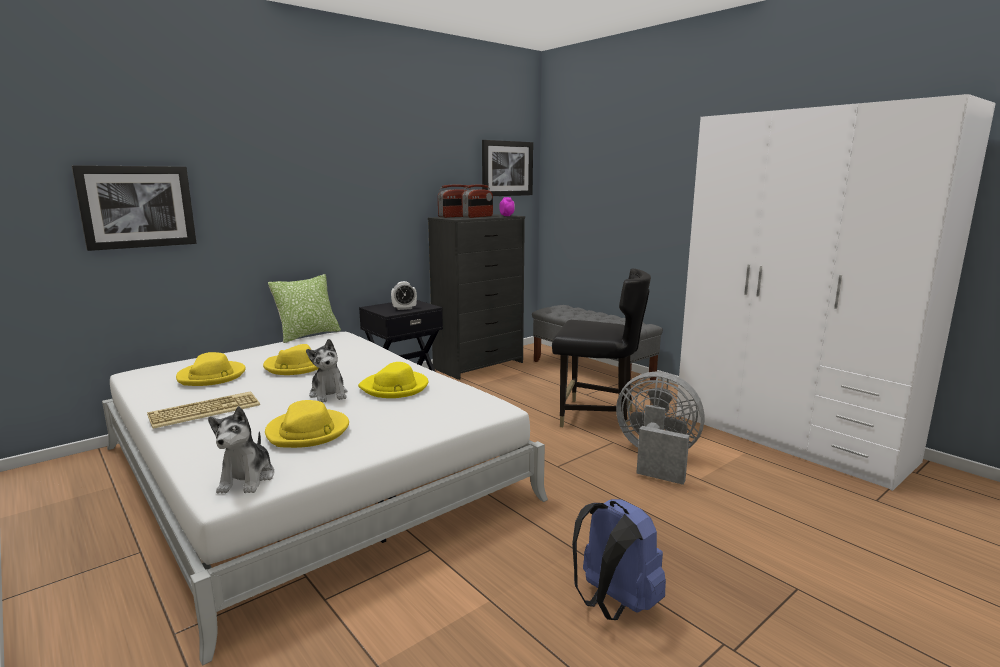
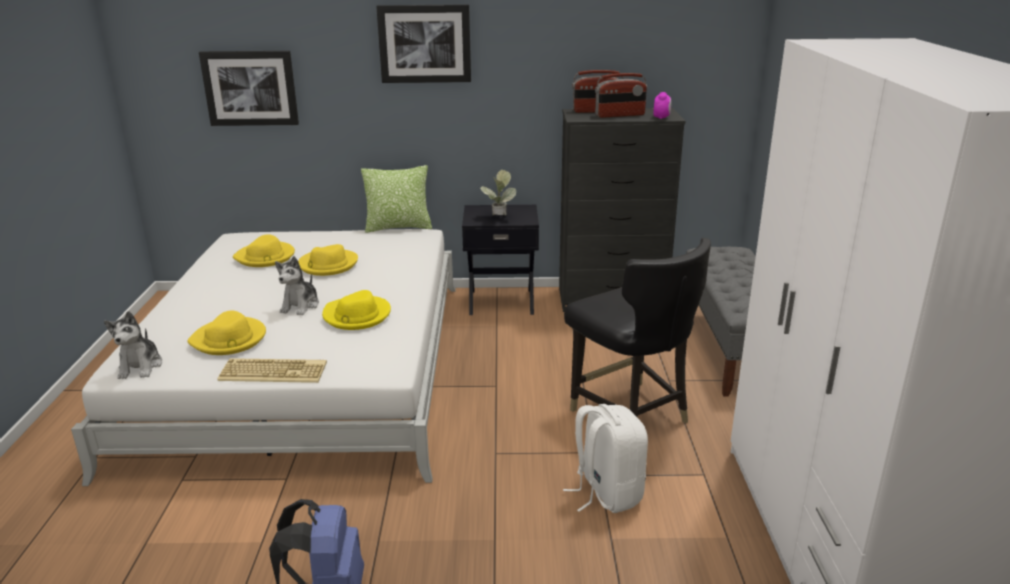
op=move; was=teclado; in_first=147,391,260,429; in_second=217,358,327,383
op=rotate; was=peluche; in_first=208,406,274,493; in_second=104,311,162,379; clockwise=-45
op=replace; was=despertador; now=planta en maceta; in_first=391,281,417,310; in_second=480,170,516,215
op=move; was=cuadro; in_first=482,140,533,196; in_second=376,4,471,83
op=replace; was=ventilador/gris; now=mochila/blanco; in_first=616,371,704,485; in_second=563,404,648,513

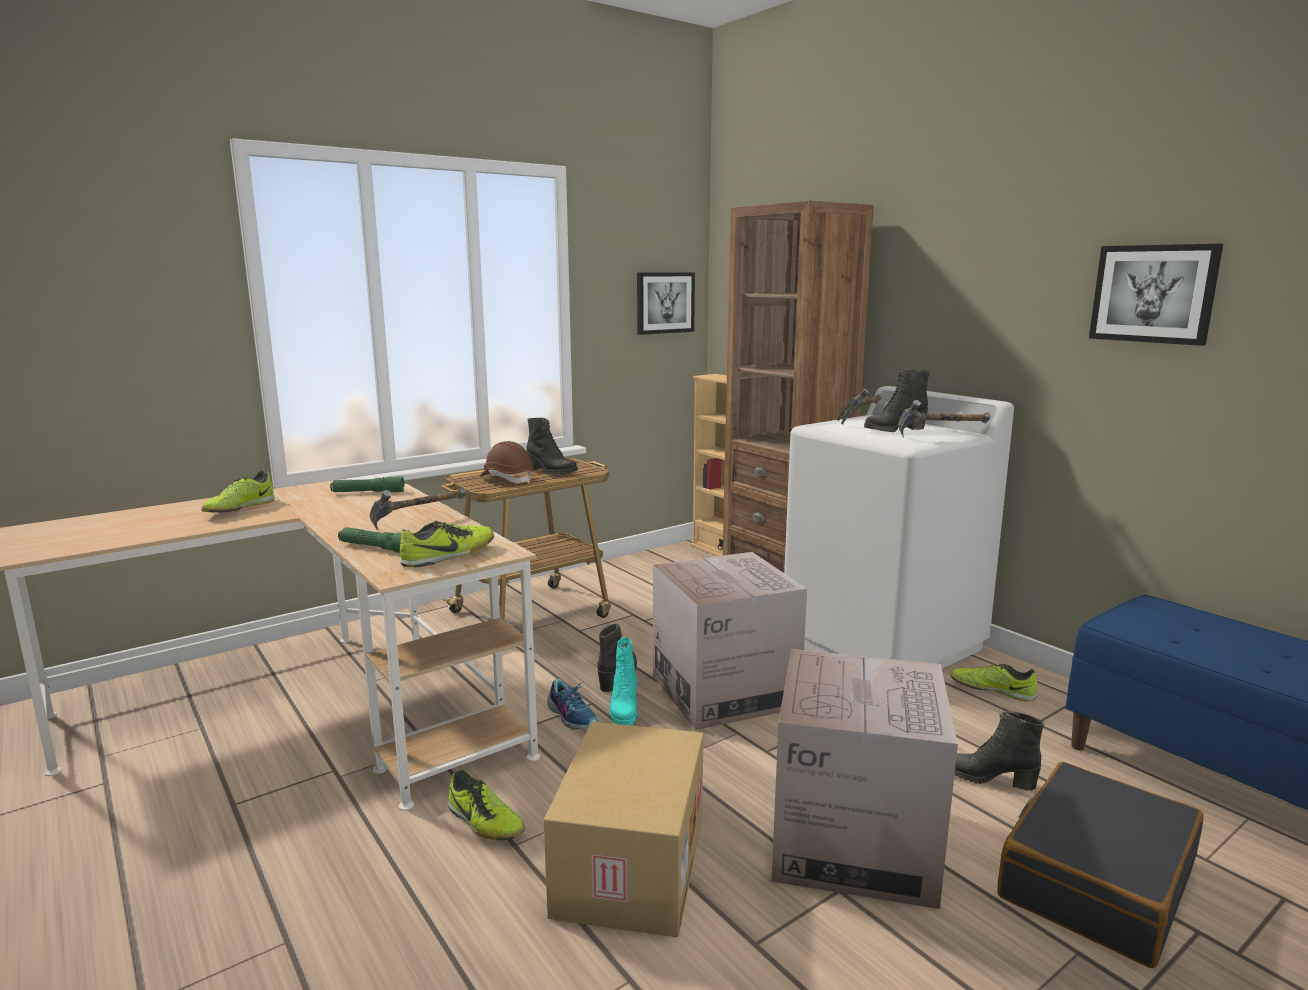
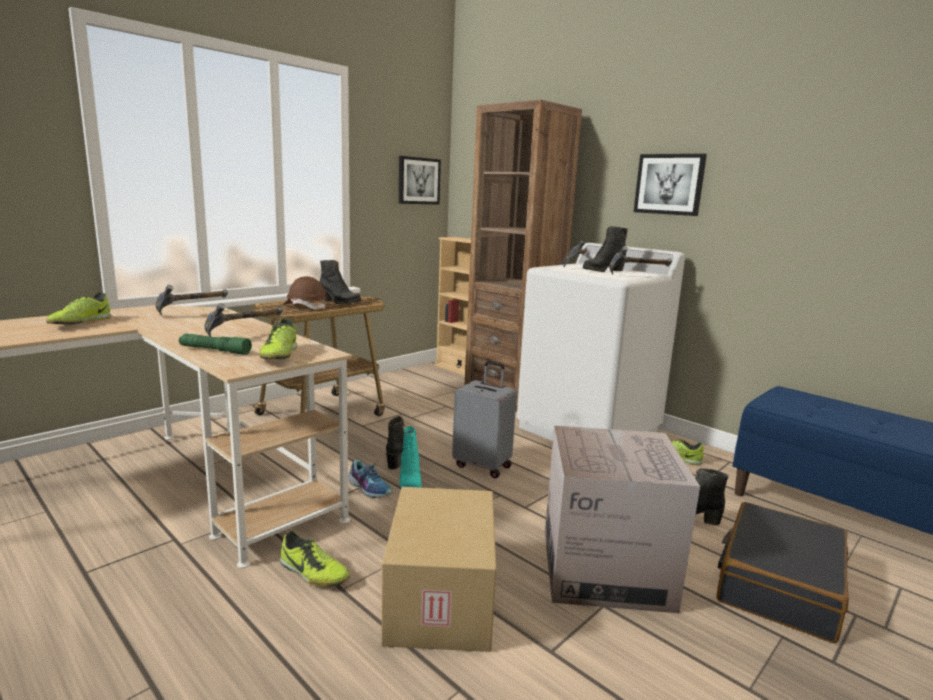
op=replace; was=linterna/verde; now=martillo; in_first=330,476,405,492; in_second=156,285,228,316
op=rotate; was=zapato; in_first=400,520,494,568; in_second=259,318,297,359; clockwise=135
op=replace; was=caja de cartón; now=maleta/gris; in_first=653,552,807,730; in_second=452,361,517,478
op=move; was=cuadro; in_first=1089,244,1223,346; in_second=634,154,707,216

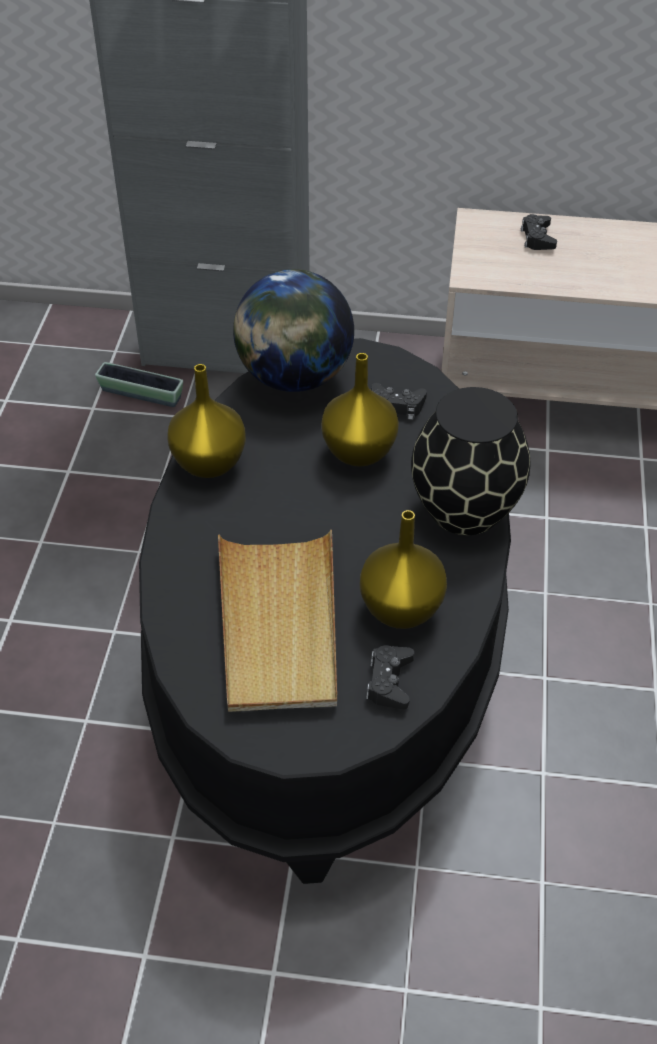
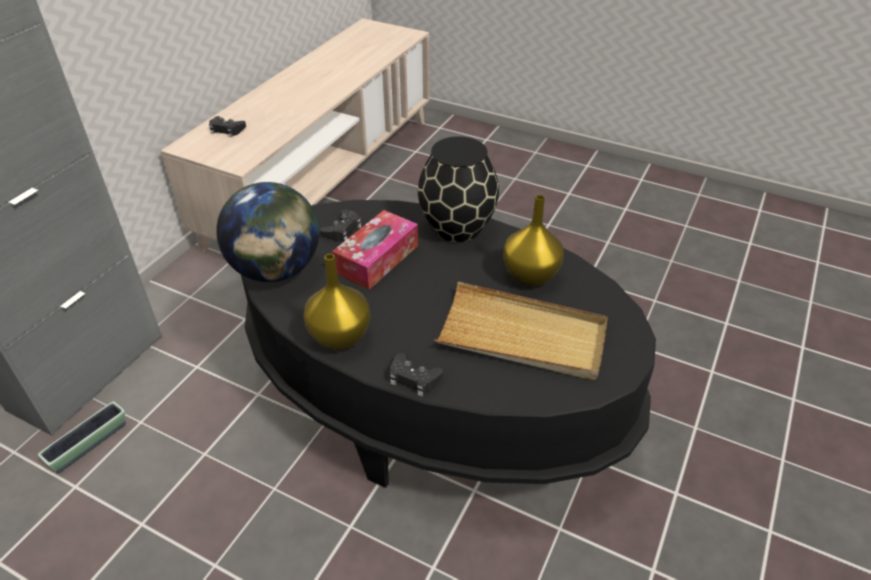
op=replace; was=florero/amarillo; now=caja de pañuelos; in_first=321,353,399,467; in_second=332,210,418,290
op=move; was=mando de consola/negro; in_first=366,645,414,710; in_second=390,353,443,396

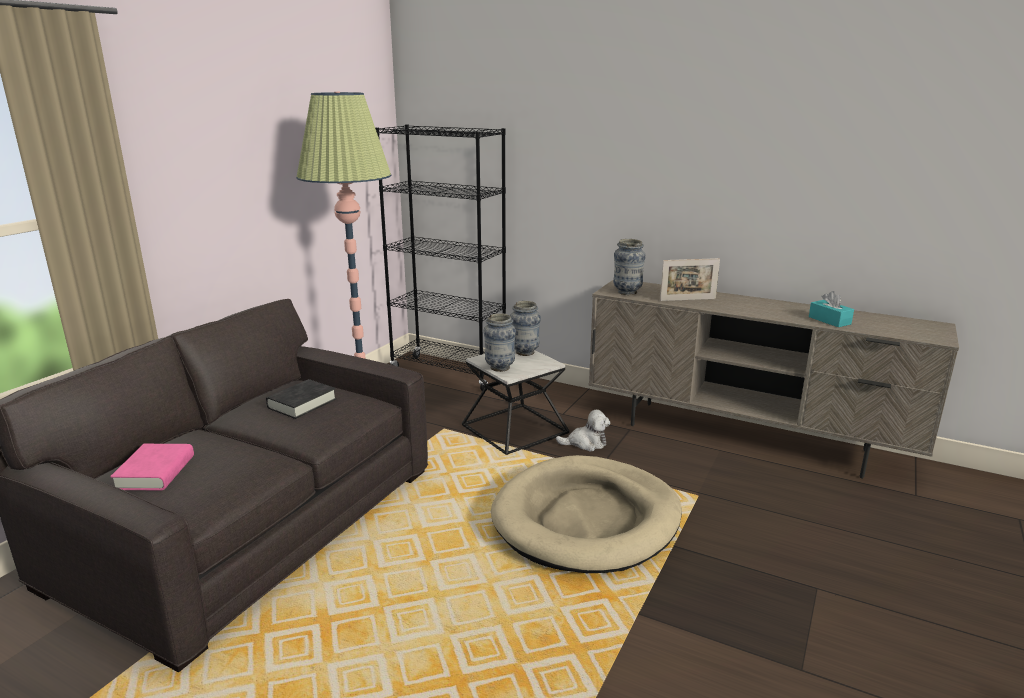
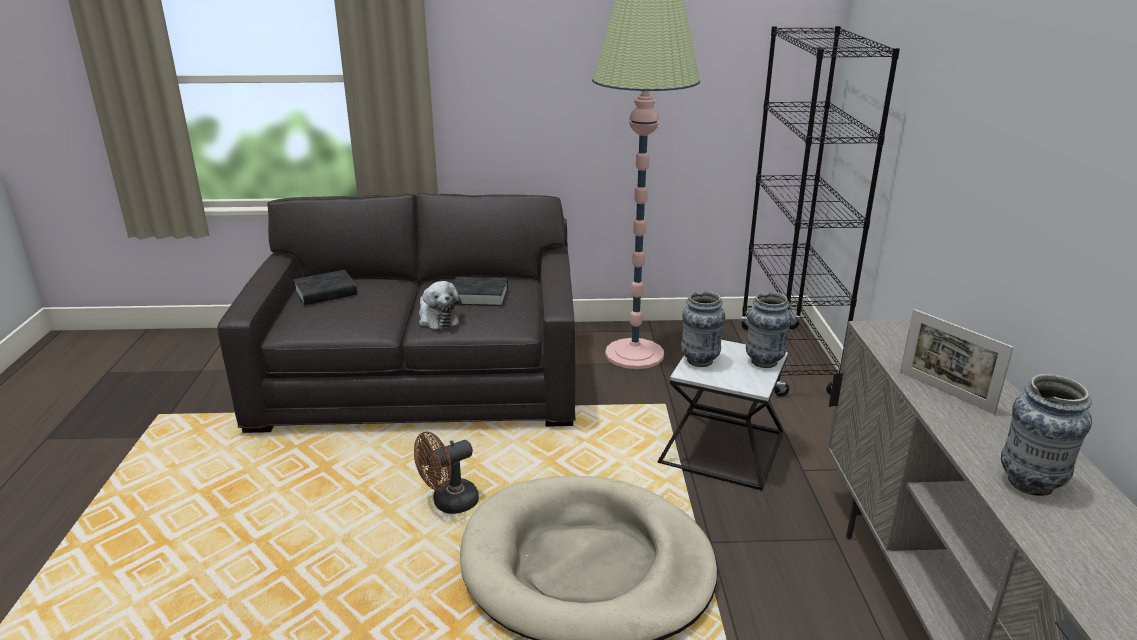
op=recolor; was=libro/rosa; now=libro/negro; in_first=110,444,194,490; in_second=293,270,357,305
op=move; was=peluche; in_first=556,409,610,451; in_second=419,281,462,329
op=move; was=florero; in_first=613,239,646,295; in_second=1001,374,1092,496
op=delete; was=caja de pañuelos/turquesa; in_first=809,291,854,327
op=insert; now=ventilador/marrón; in_second=414,432,479,514

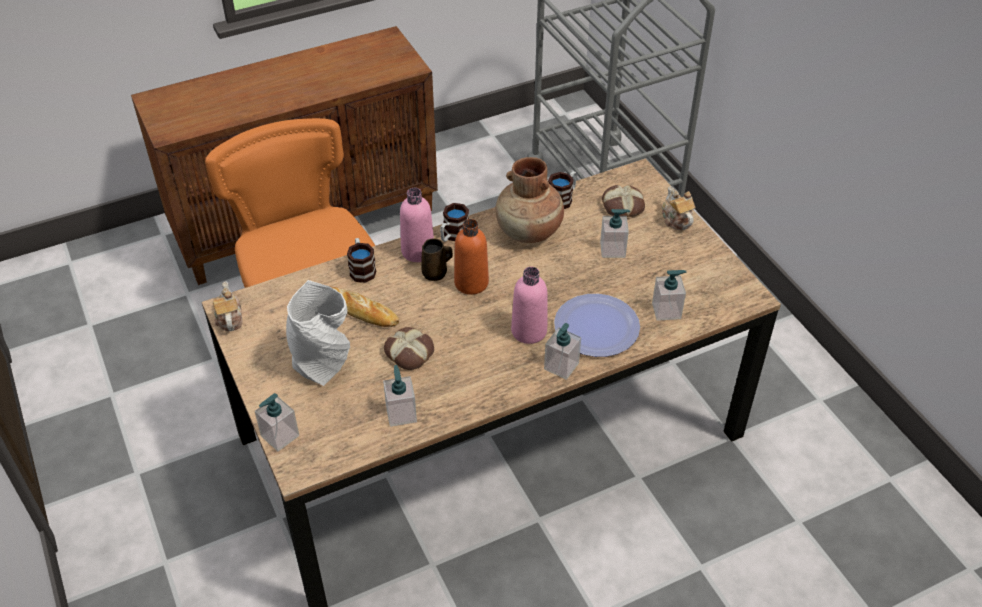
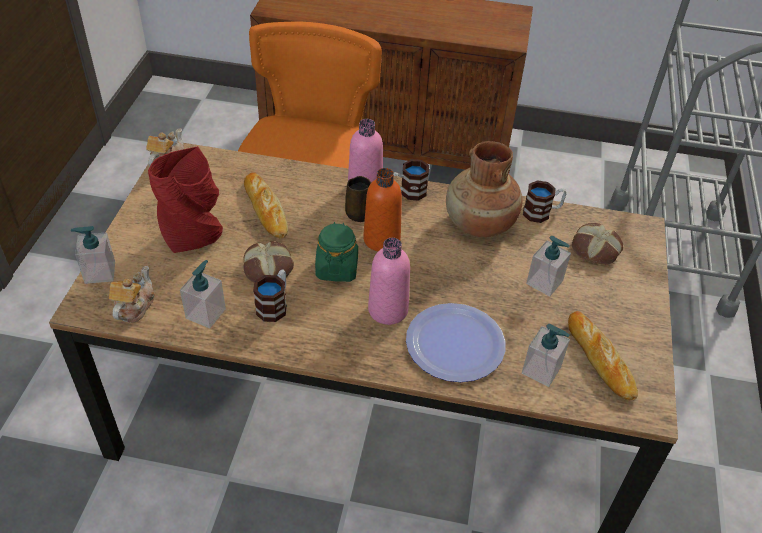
op=recolor; was=florero/gris; now=florero/rojo; in_first=286,280,350,386; in_second=148,146,223,253
op=move; was=taza grande; in_first=347,238,376,283; in_second=253,269,287,322
op=delete; was=dispensador de jabón; in_first=544,323,581,380
op=move; was=tetera; in_first=662,186,696,230; in_second=109,266,155,323
op=insert; now=tarro/verde; in_second=315,222,358,282
op=insert; now=pan; in_second=568,311,638,401

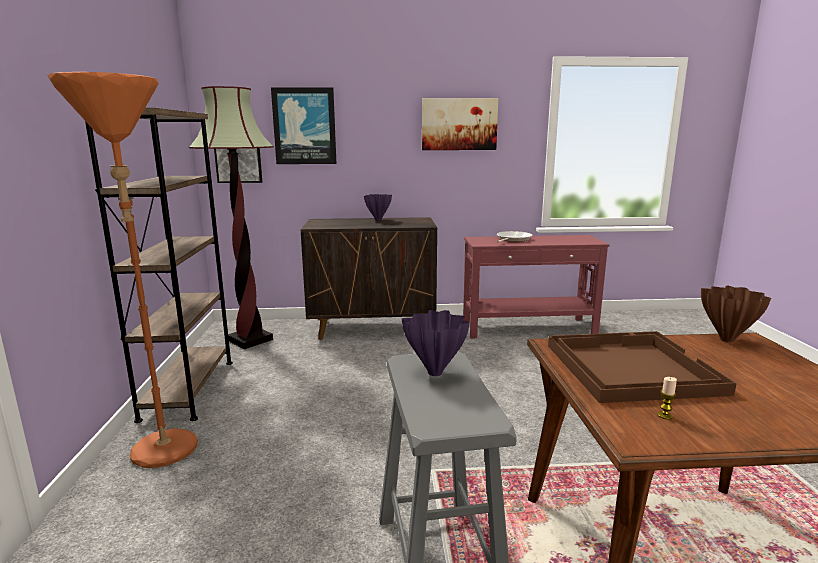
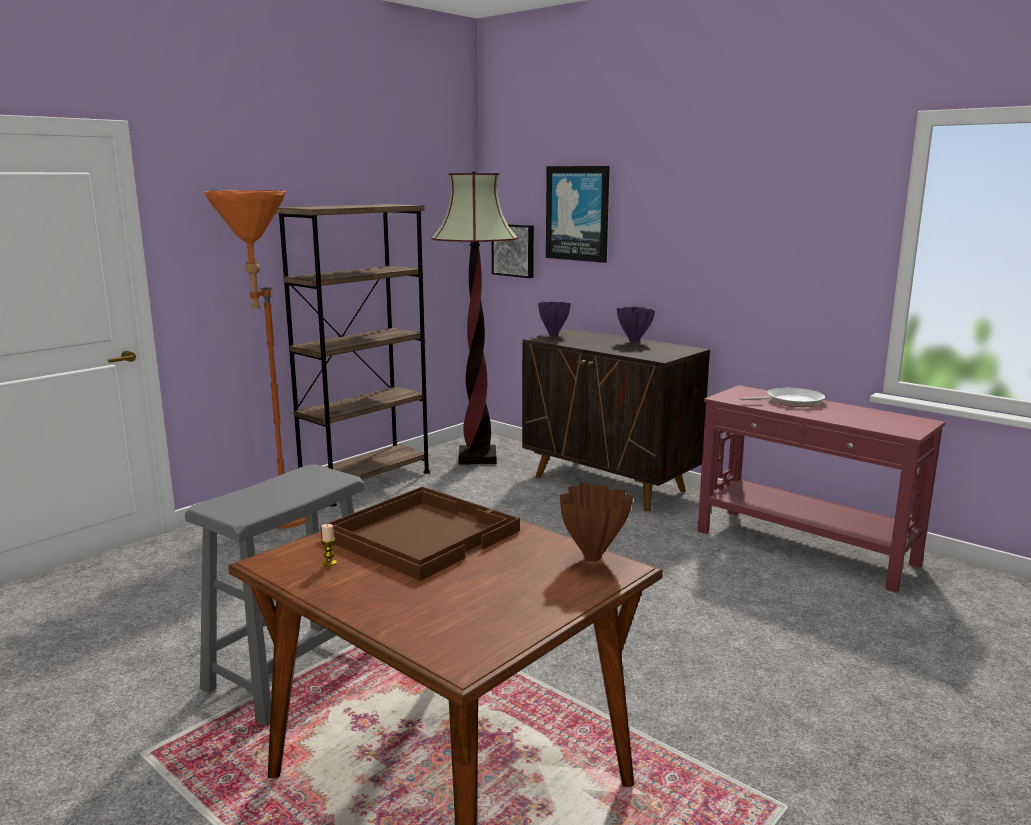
op=move; was=florero/morado; in_first=402,310,470,376; in_second=538,302,571,336
op=delete; was=cuadro; in_first=422,98,498,150

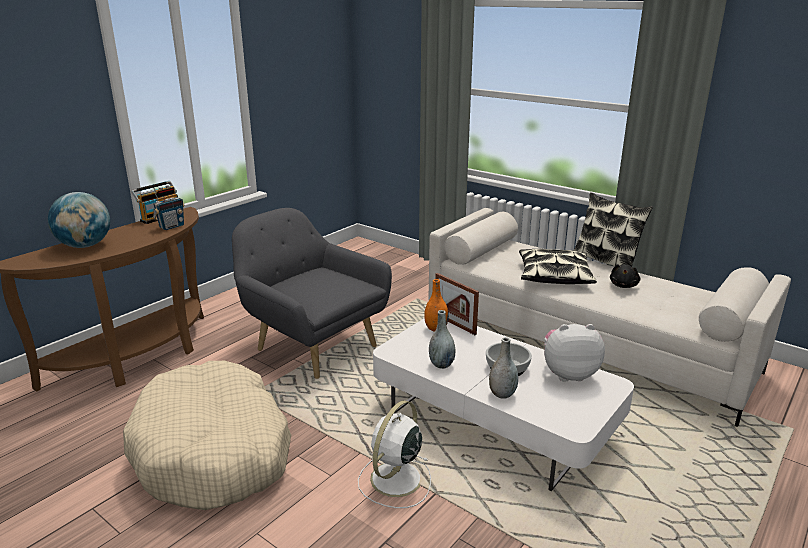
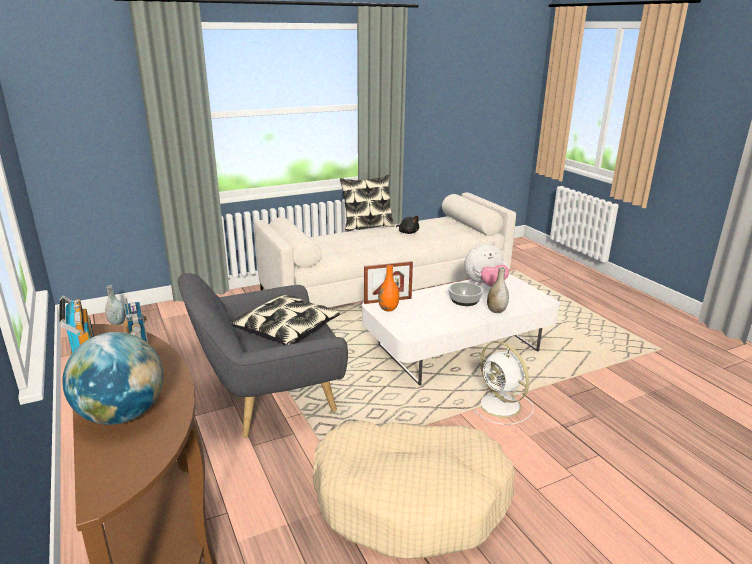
op=move; was=florero/gris; in_first=429,310,456,369; in_second=105,285,126,325
op=move; was=cojín; in_first=519,249,597,284; in_second=231,294,340,345
op=rotate; was=peluche; in_first=544,324,605,382; in_second=464,242,509,287; clockwise=-135

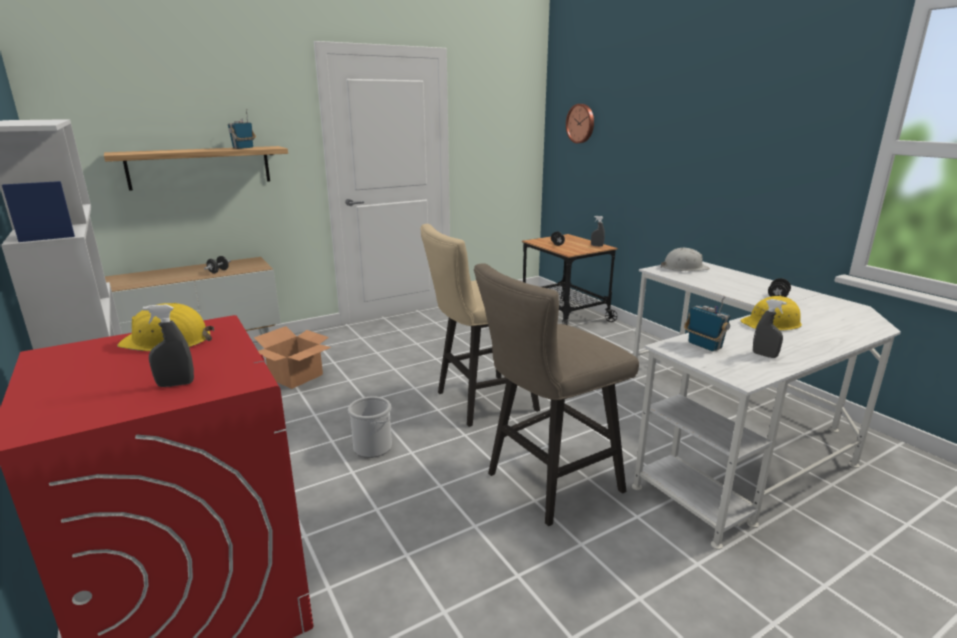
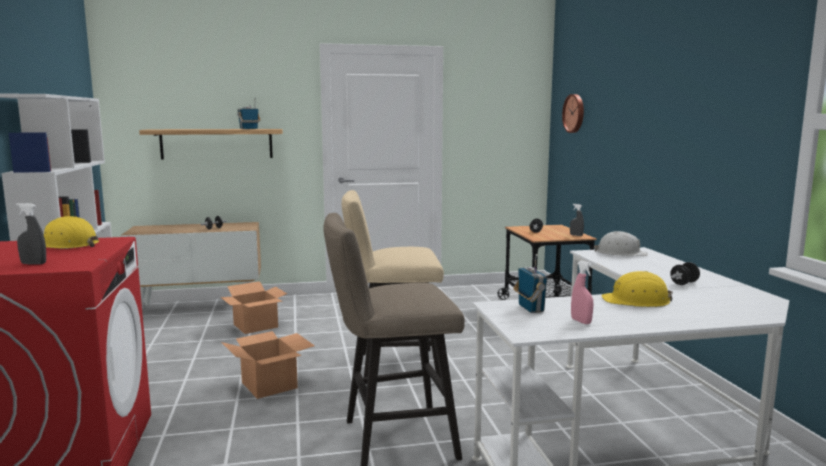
op=replace; was=cubo; now=caja de cartón; in_first=348,396,392,458; in_second=221,331,315,399
op=recolor; was=pulverizador/gris; now=pulverizador/rosa; in_first=753,299,787,358; in_second=571,261,593,324

